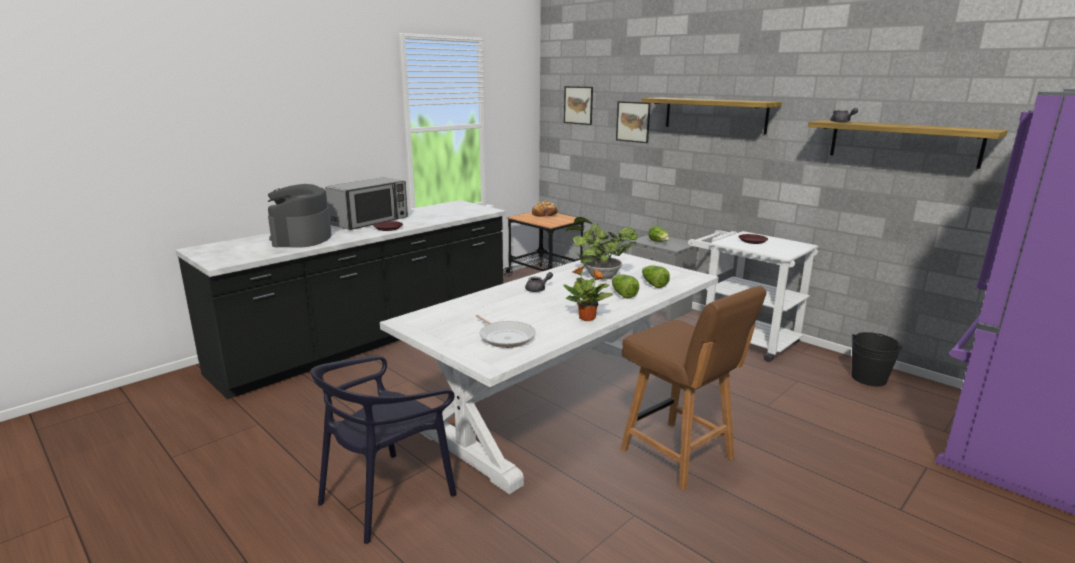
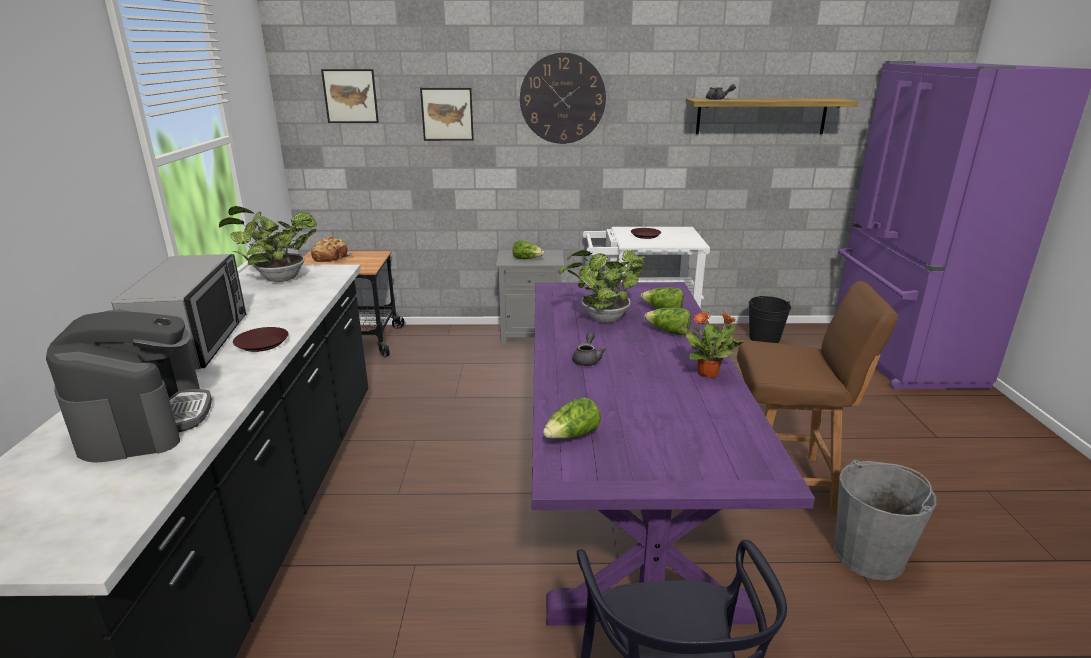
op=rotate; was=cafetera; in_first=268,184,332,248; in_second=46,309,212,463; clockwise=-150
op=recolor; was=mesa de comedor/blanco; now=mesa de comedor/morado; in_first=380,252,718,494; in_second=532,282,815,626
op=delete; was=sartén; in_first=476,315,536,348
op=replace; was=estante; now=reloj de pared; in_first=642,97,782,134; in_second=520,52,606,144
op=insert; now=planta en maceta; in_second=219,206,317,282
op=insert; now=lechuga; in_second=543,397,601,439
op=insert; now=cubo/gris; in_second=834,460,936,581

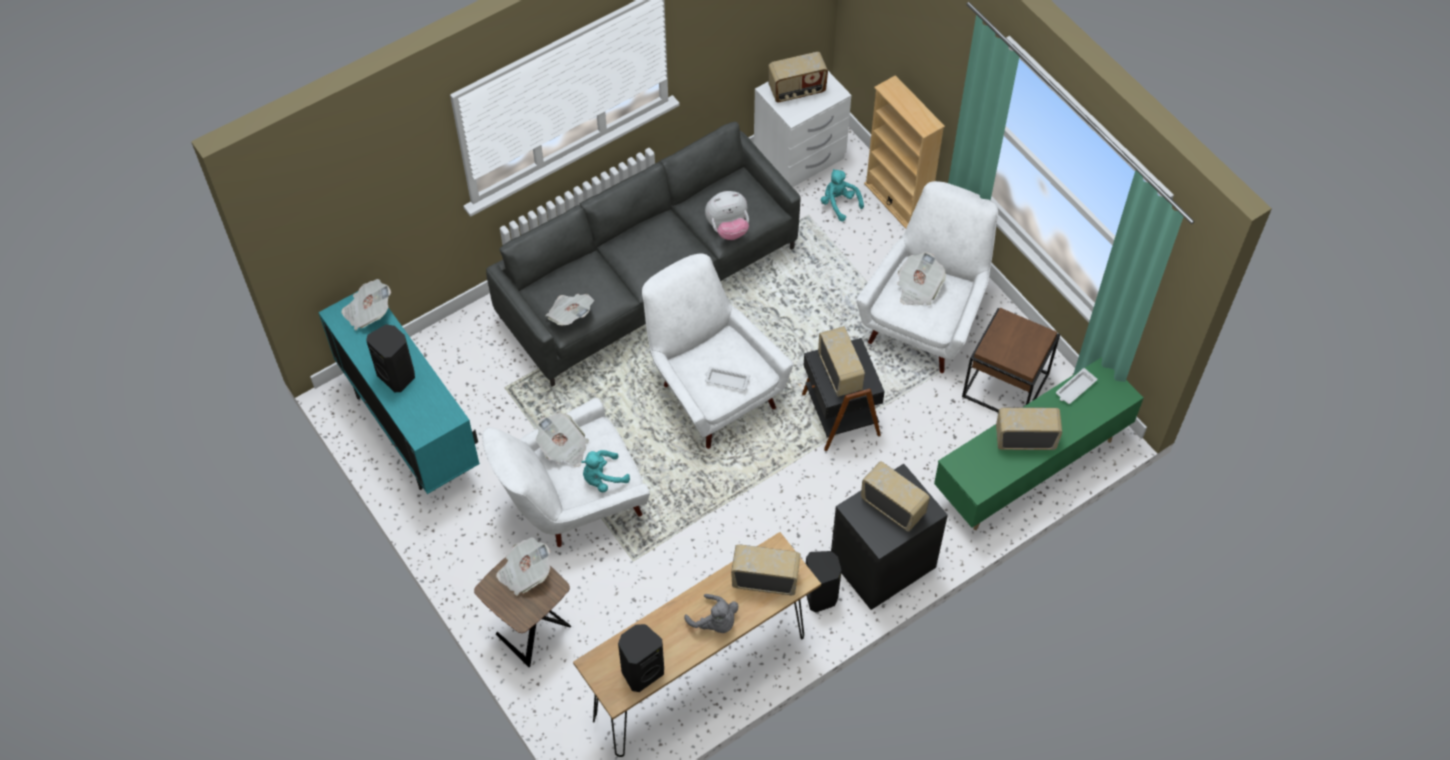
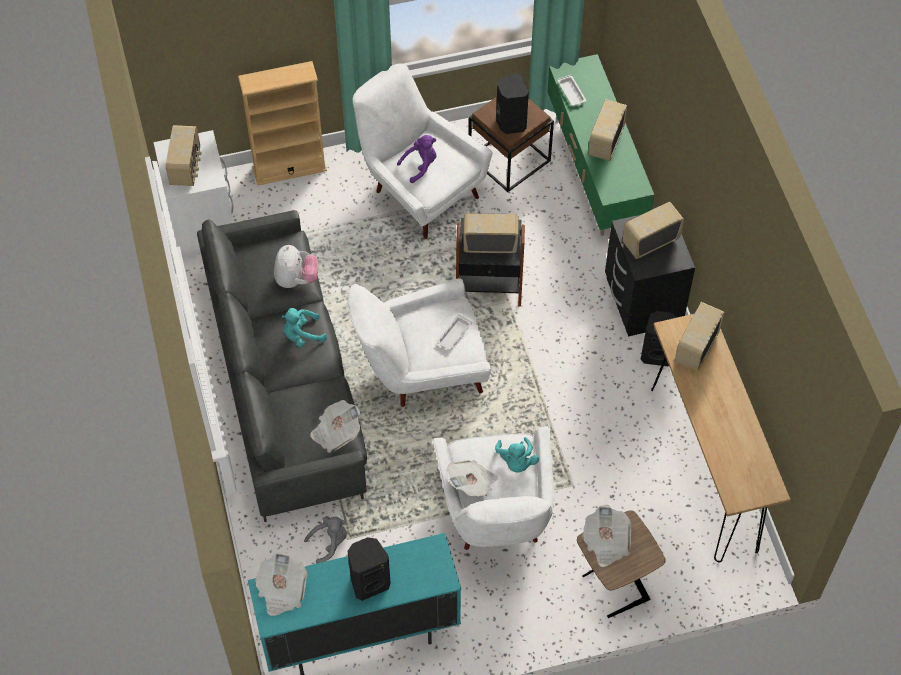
op=move; was=altavoz/negro; in_first=618,624,664,692; in_second=496,73,529,134
op=move; was=peluche/gris; in_first=684,594,738,633; in_second=304,516,347,564
op=move; was=peluche/turquesa; in_first=821,169,864,222; in_second=282,308,327,347
op=replace; was=periódico; now=peluche/morado; in_first=898,252,946,305; in_second=397,135,436,183

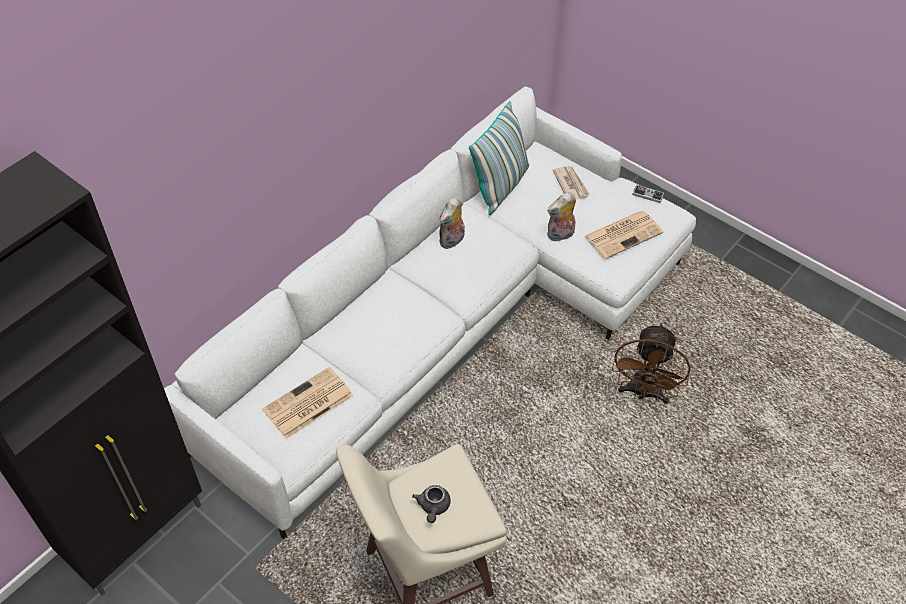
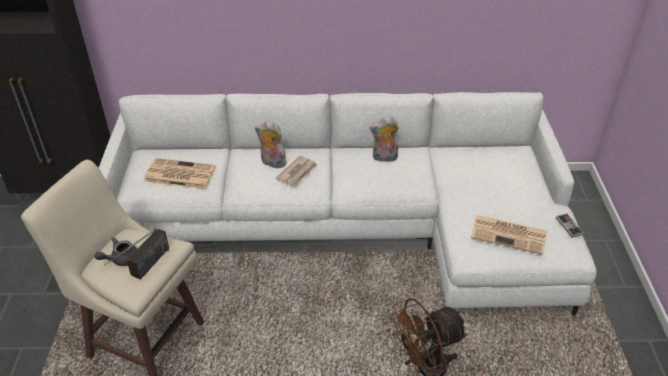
op=delete; was=cojín; in_first=469,101,529,215
op=move; was=peluche; in_first=547,192,576,242; in_second=255,121,287,168
op=move; was=periódico; in_first=553,166,590,199; in_second=276,156,317,187
op=insert; now=radio; in_second=105,229,169,279

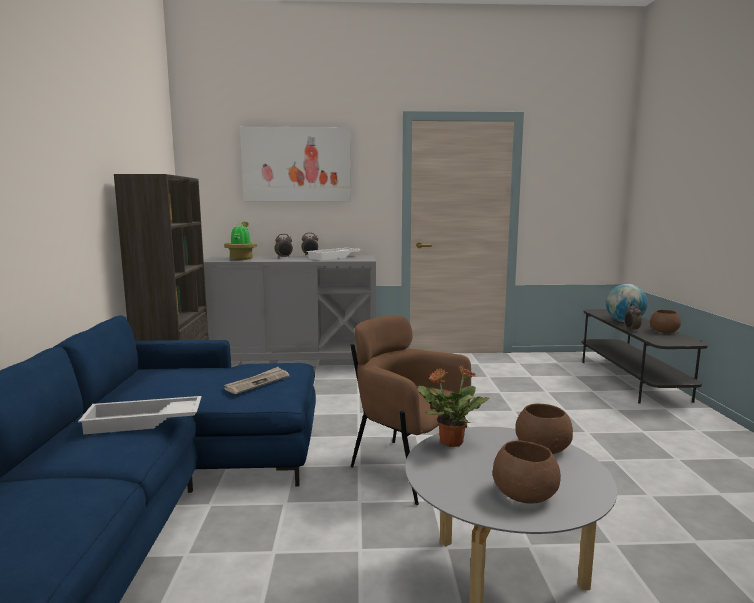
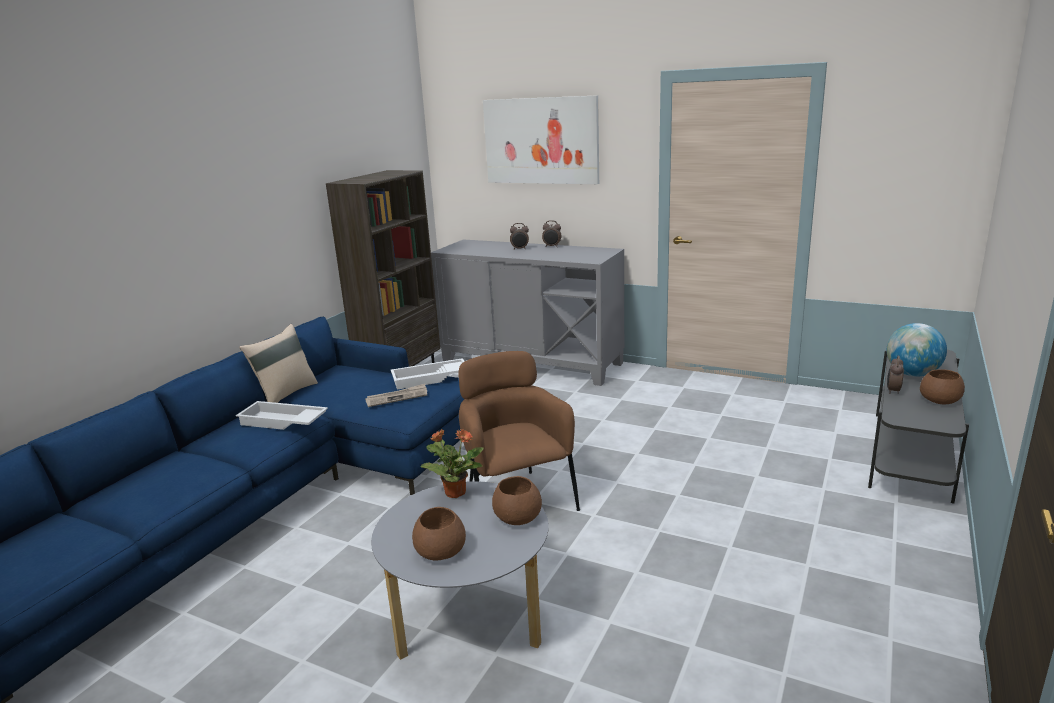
op=delete; was=planta en maceta; in_first=224,222,257,260
op=move; was=bandeja/blanco; in_first=306,248,361,260; in_second=391,358,465,390
op=insert; now=cojín/beis; in_second=239,324,318,403

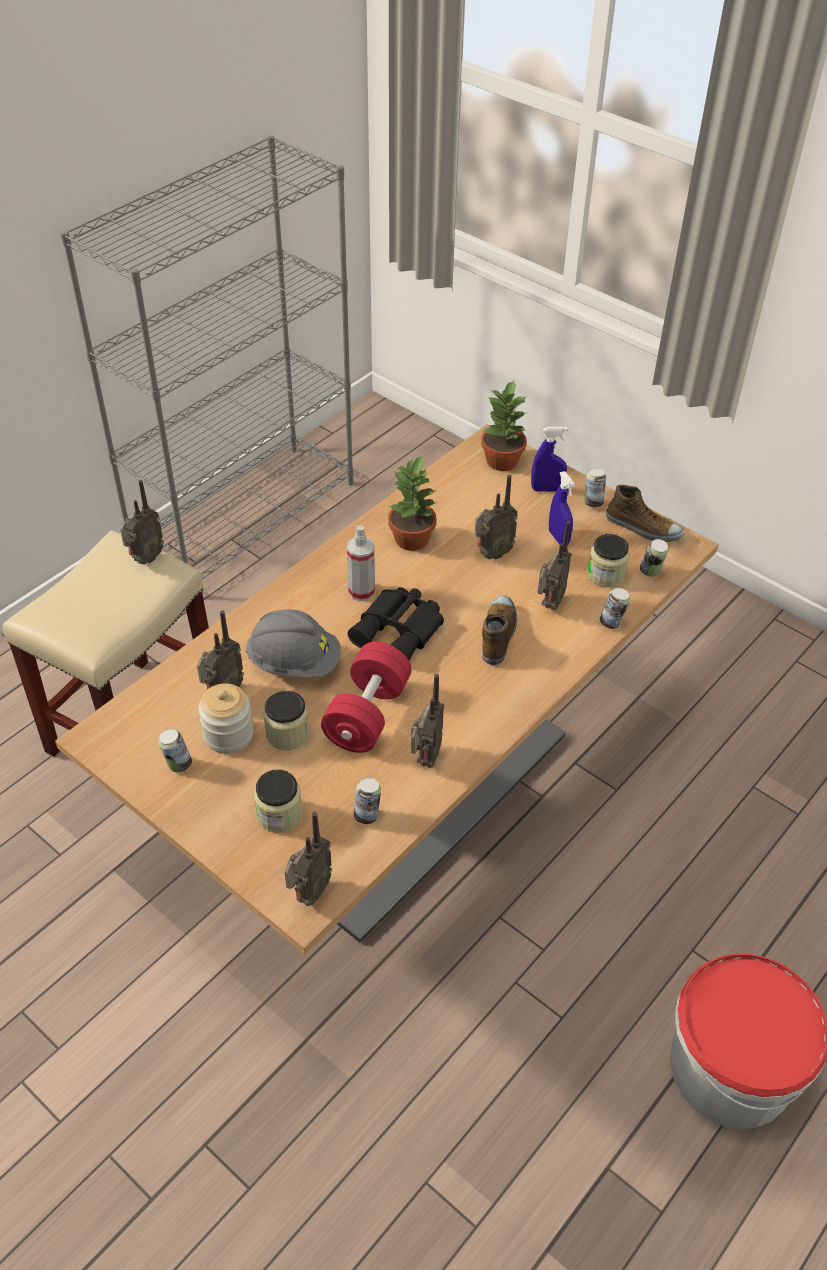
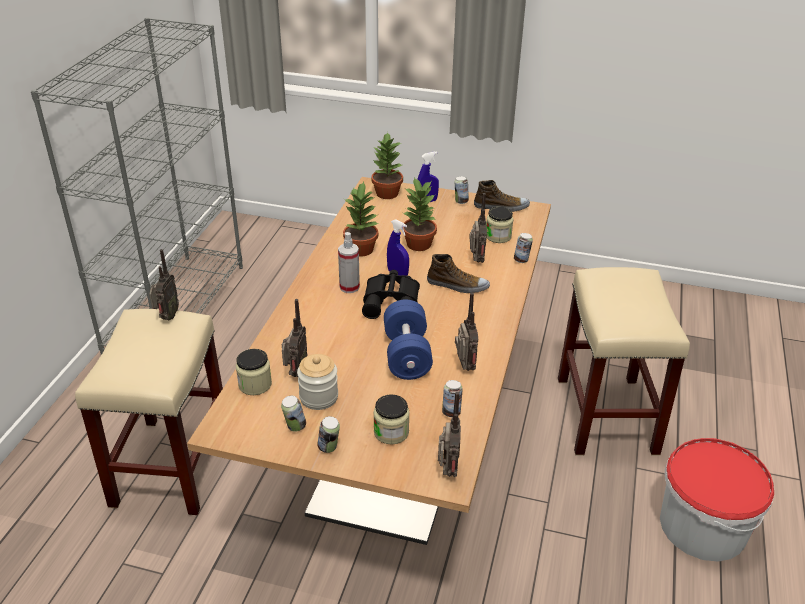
op=delete; was=casco/gris; in_first=246,609,341,677
op=move; was=tarro; in_first=264,691,309,750; in_second=236,349,272,395
op=recolor; was=mancuerna/rojo; now=mancuerna/azul; in_first=321,642,412,753; in_second=384,300,433,380
op=replace; was=radio; now=planta en maceta; in_first=475,475,518,559; in_second=403,177,437,251
op=rotate; was=zapato; in_first=482,595,517,665; in_second=427,254,490,293; clockwise=120
op=move; was=pulverizador/azul; in_first=549,471,575,545; in_second=387,219,409,276
op=move; was=lata; in_first=640,539,669,577; in_second=317,416,340,453
op=insert; now=taburete/beis; in_second=558,267,690,456

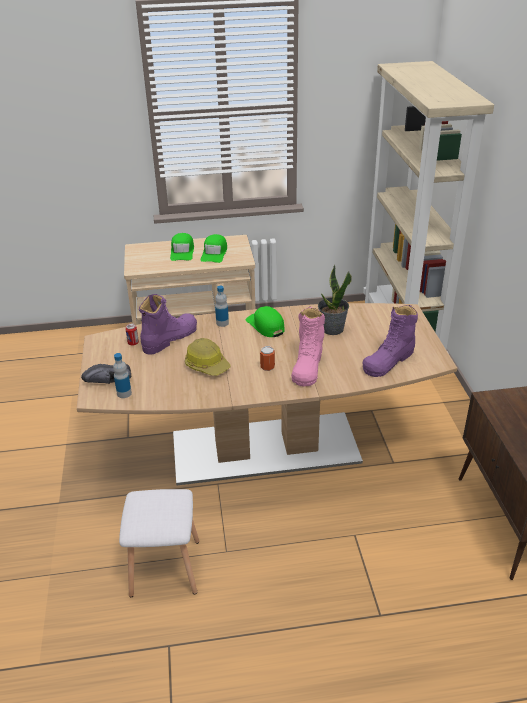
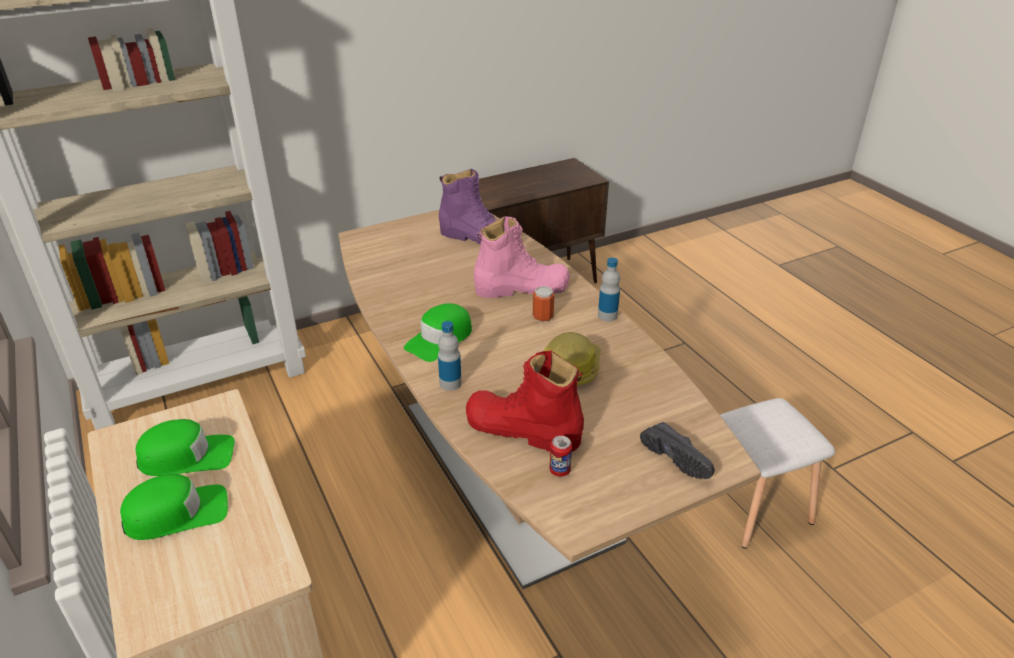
op=move; was=botella; in_first=113,353,132,398; in_second=598,257,620,322
op=recolor; was=bota/morado; now=bota/rojo; in_first=139,294,197,355; in_second=466,351,584,452
op=delete; was=planta en maceta; in_first=318,265,352,335

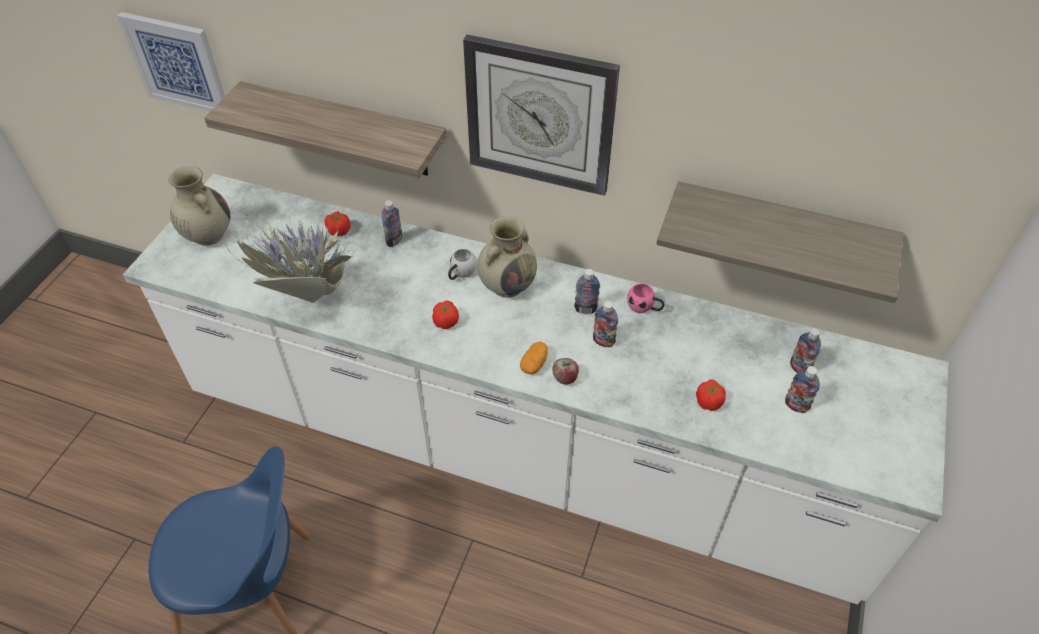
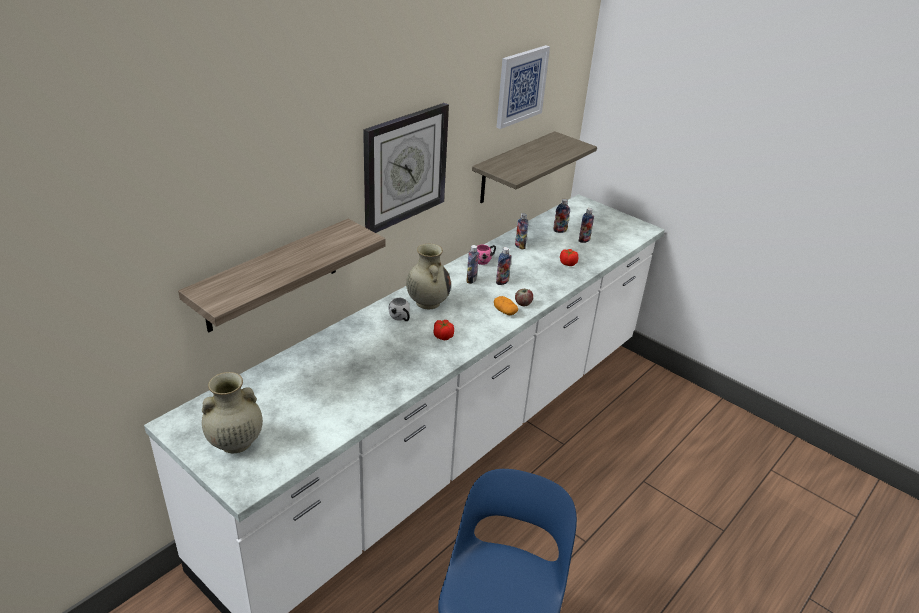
op=move; was=cuadro; in_first=117,12,225,112; in_second=496,45,550,129
op=delete; was=planta en maceta; in_first=225,209,355,303
op=delete; was=tomate; in_first=325,211,351,236
op=move; was=botella; in_first=382,200,402,247; in_second=515,213,528,250

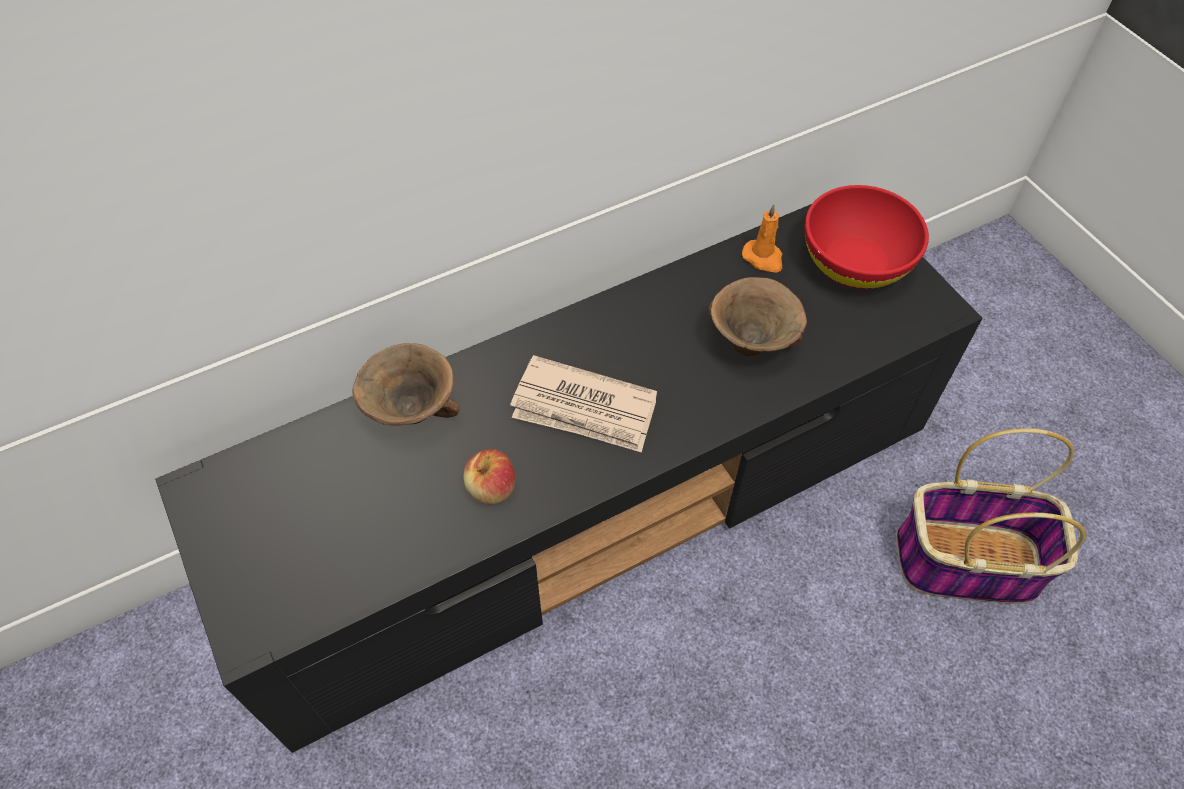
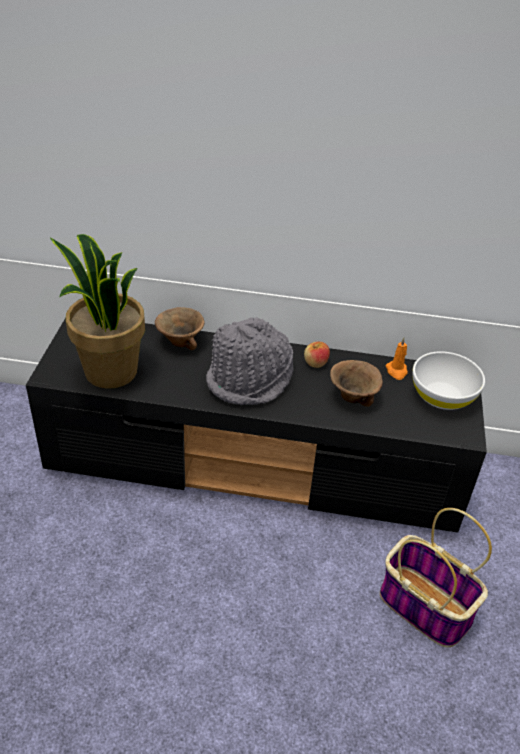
op=move; was=manzana; in_first=463,449,515,504; in_second=304,342,330,368
op=replace; was=periódico; now=sombrero/gris; in_first=510,355,657,453; in_second=206,317,294,405
op=recolor; was=cuenco/rojo; now=cuenco/blanco; in_first=805,185,929,289; in_second=412,351,485,410
op=insert; now=planta en maceta; in_second=50,234,145,389

